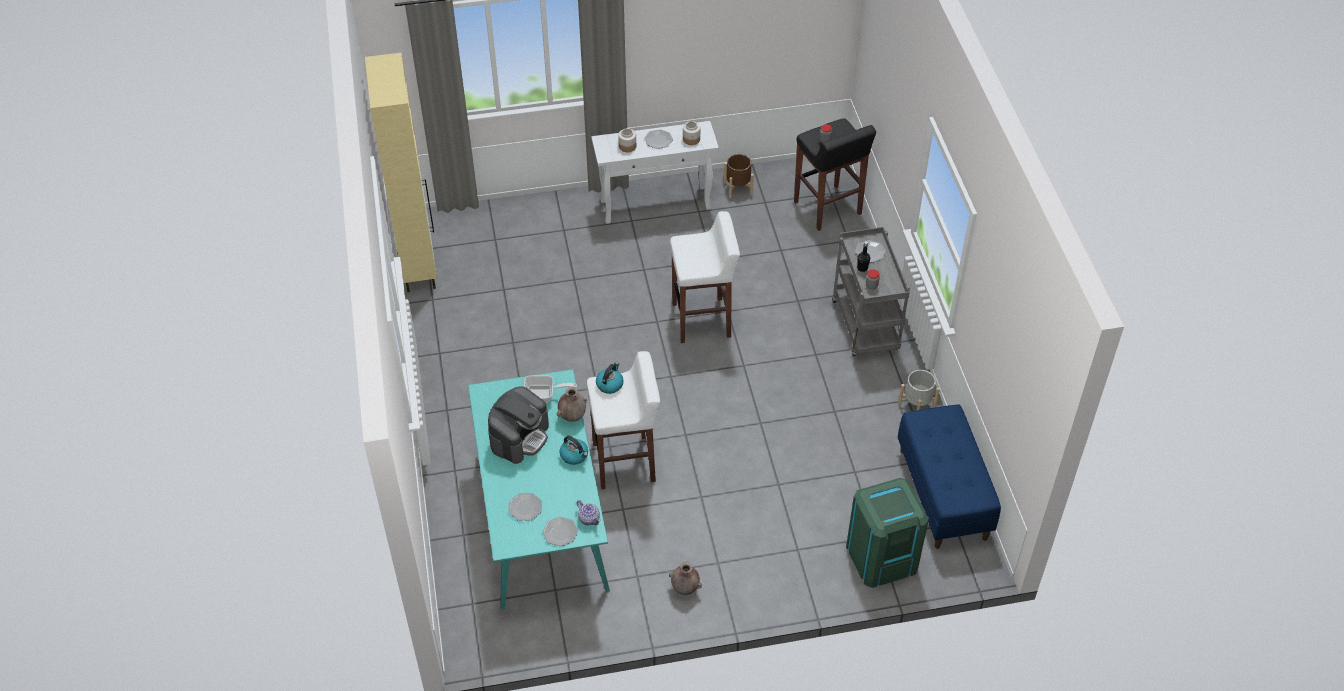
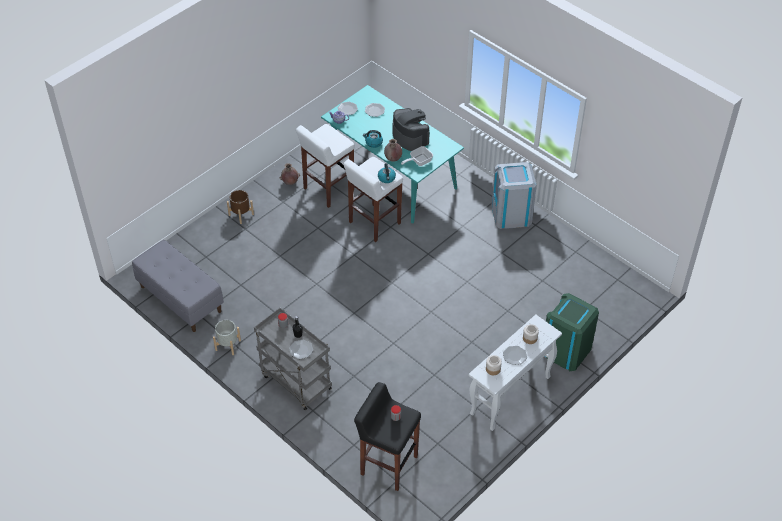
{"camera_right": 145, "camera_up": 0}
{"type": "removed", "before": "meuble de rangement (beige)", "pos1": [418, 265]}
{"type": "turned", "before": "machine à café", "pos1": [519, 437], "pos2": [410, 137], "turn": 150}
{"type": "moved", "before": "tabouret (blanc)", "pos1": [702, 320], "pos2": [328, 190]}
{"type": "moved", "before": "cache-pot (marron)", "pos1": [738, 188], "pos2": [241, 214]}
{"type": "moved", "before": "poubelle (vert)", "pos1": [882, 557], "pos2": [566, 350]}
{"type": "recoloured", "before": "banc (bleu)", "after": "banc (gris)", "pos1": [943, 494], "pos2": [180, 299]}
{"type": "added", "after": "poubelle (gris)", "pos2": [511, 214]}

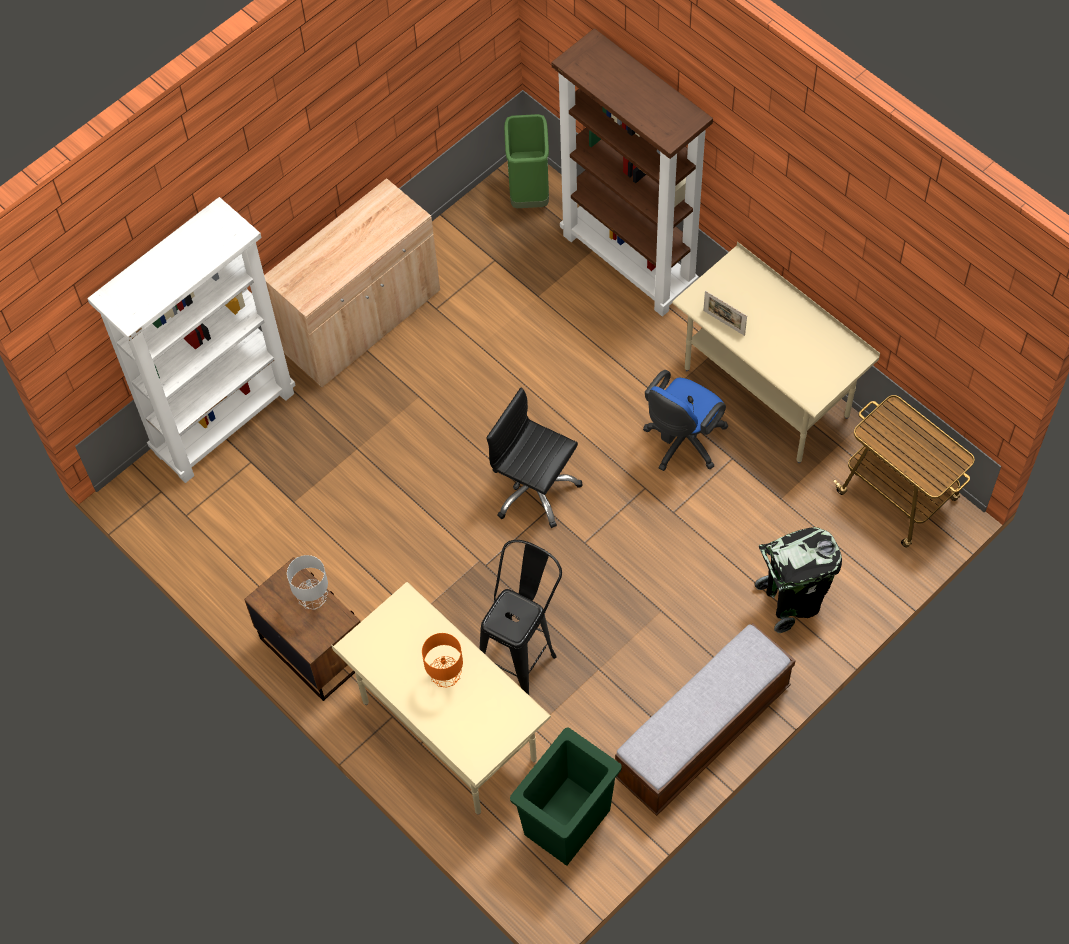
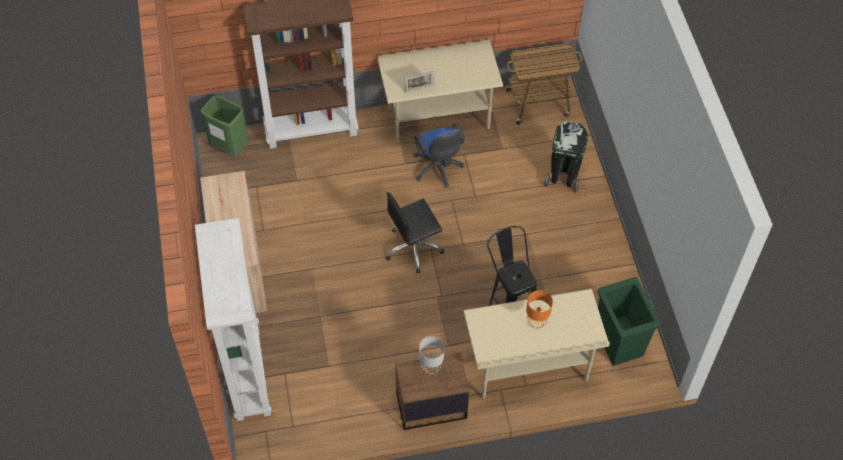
{"camera_right": -60, "camera_up": -5}
{"type": "removed", "before": "banc", "pos1": [702, 733]}

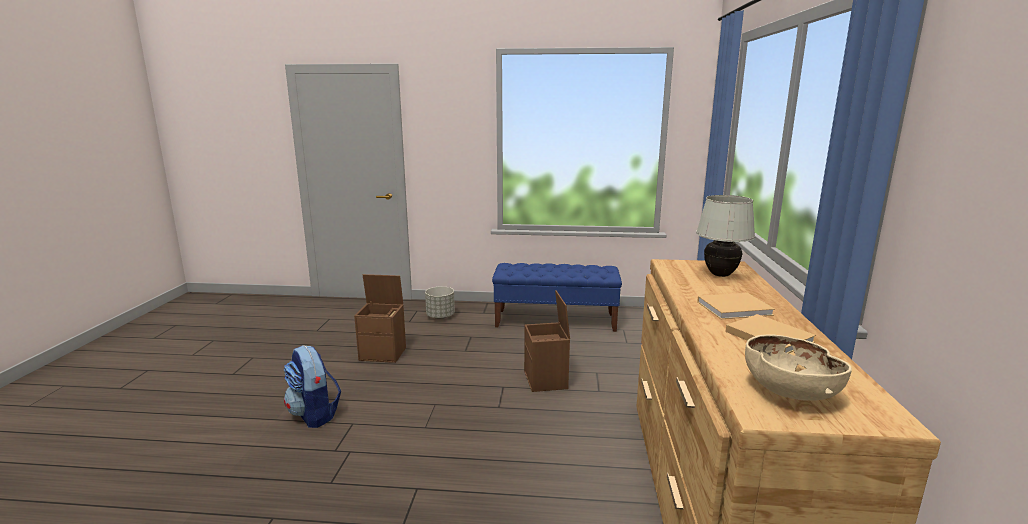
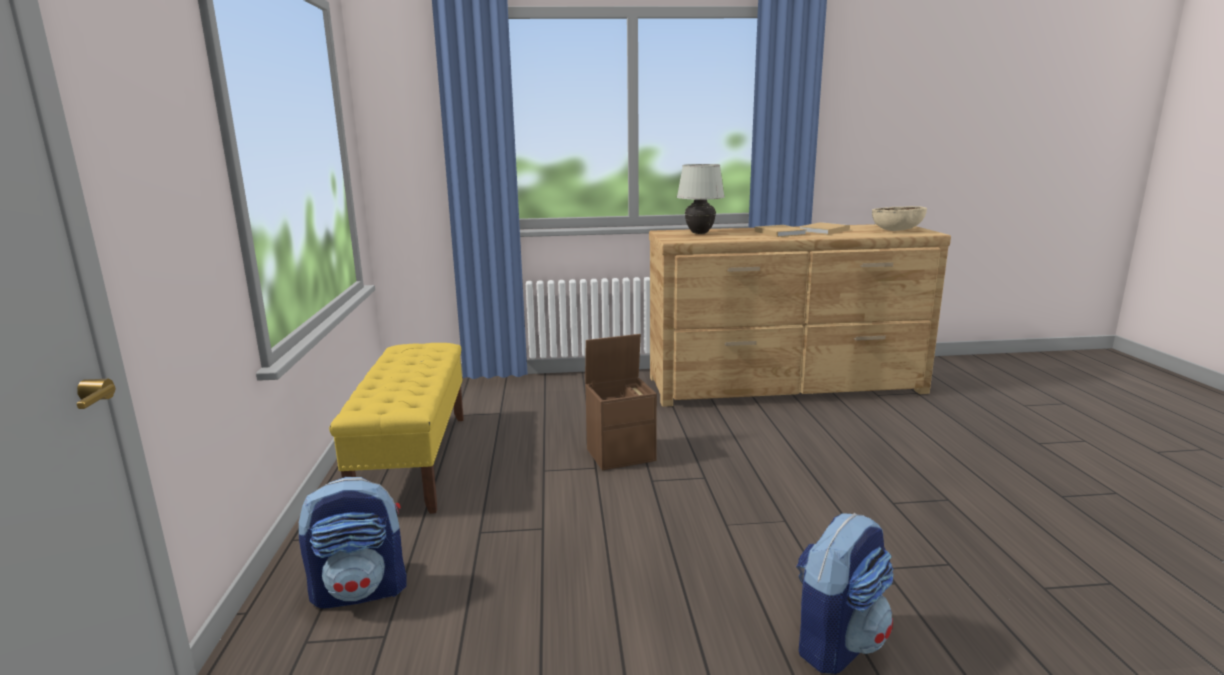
{"camera_right": -100, "camera_up": 0}
{"type": "removed", "before": "boîte de rangement (marron)", "pos1": [384, 353]}
{"type": "replaced", "before": "cache-pot (gris)", "after": "sac à dos", "pos1": [440, 316], "pos2": [361, 591]}
{"type": "recoloured", "before": "banc (bleu)", "after": "banc (jaune)", "pos1": [556, 320], "pos2": [414, 461]}

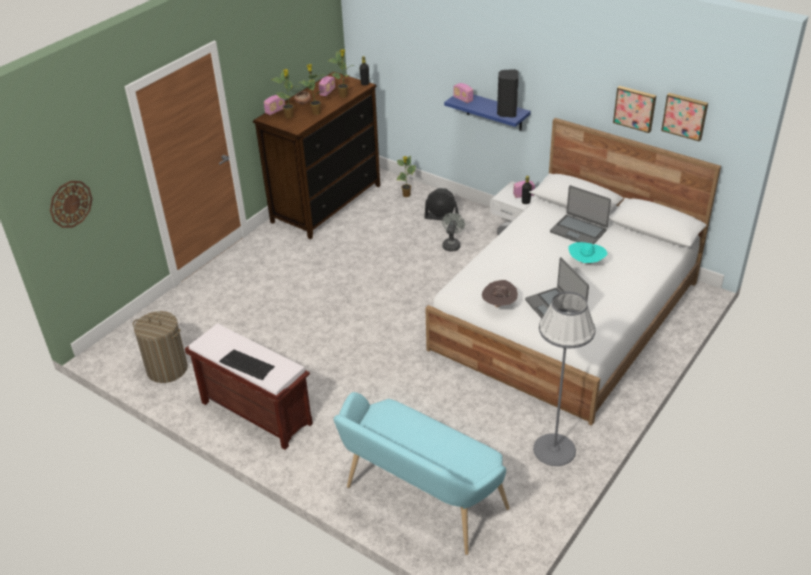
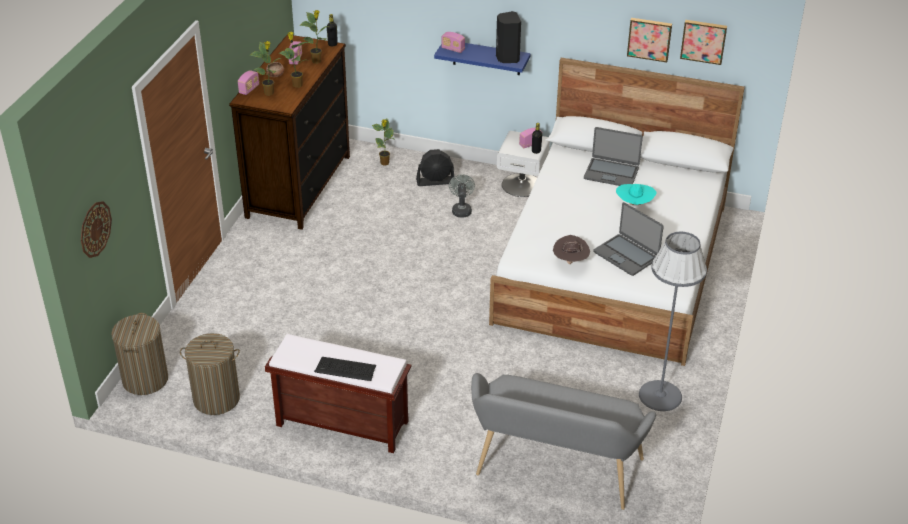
{"camera_right": -20, "camera_up": 0}
{"type": "recoloured", "before": "banc (turquoise)", "after": "banc (gris)", "pos1": [419, 501], "pos2": [555, 472]}
{"type": "added", "after": "panier à linge", "pos2": [145, 379]}

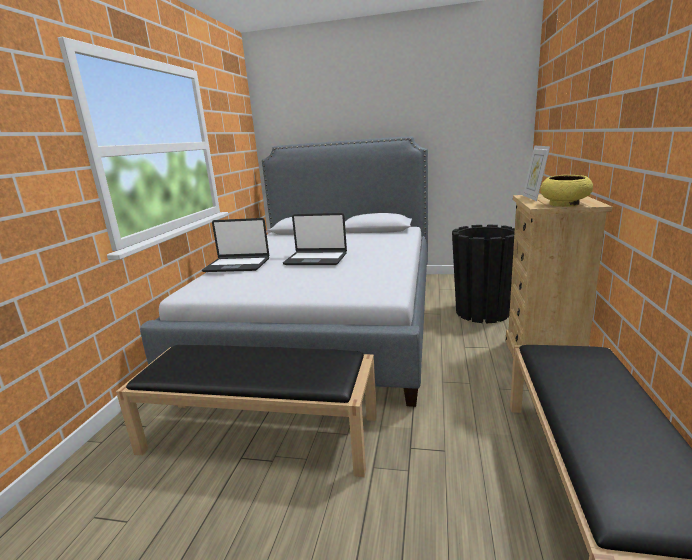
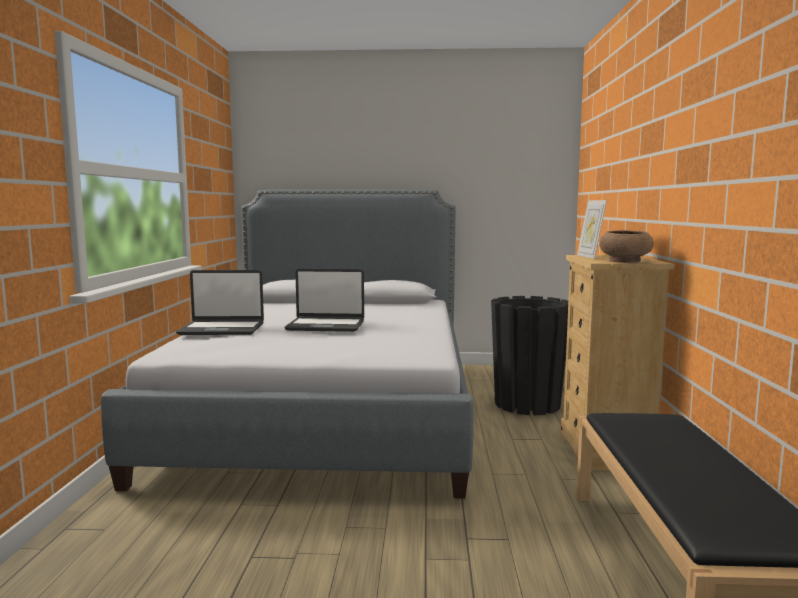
{"camera_right": -10, "camera_up": -10}
{"type": "removed", "before": "banc (noir)", "pos1": [261, 433]}
{"type": "recoloured", "before": "bol (jaune)", "after": "bol (marron)", "pos1": [564, 204], "pos2": [625, 261]}

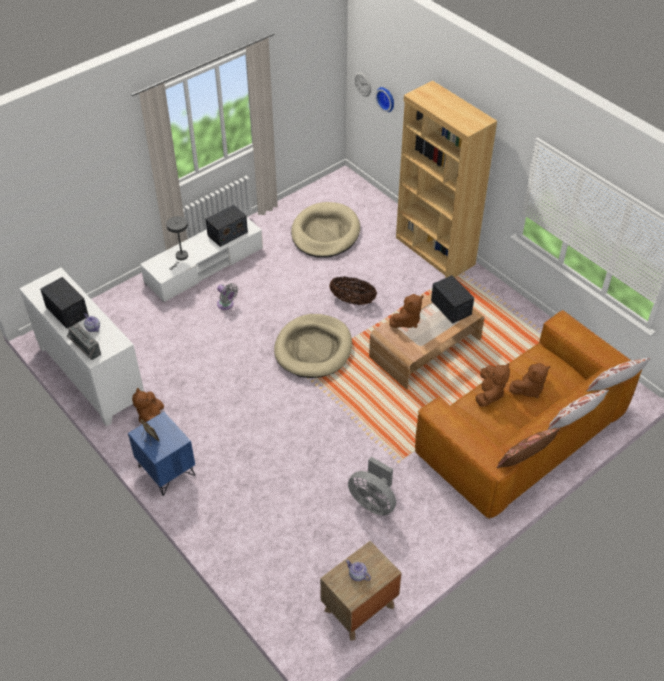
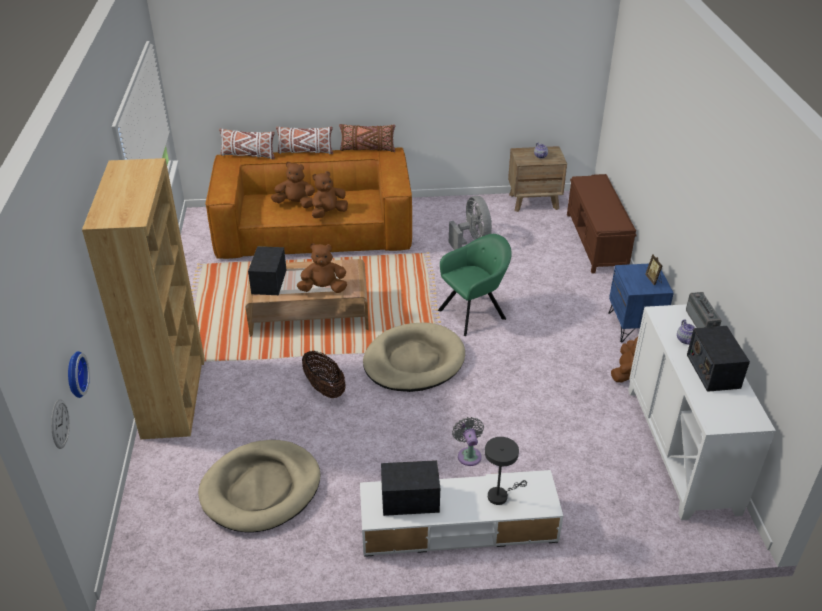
{"camera_right": -145, "camera_up": -10}
{"type": "added", "after": "fauteuil (vert)", "pos2": [474, 313]}
{"type": "added", "after": "banc (marron)", "pos2": [596, 242]}

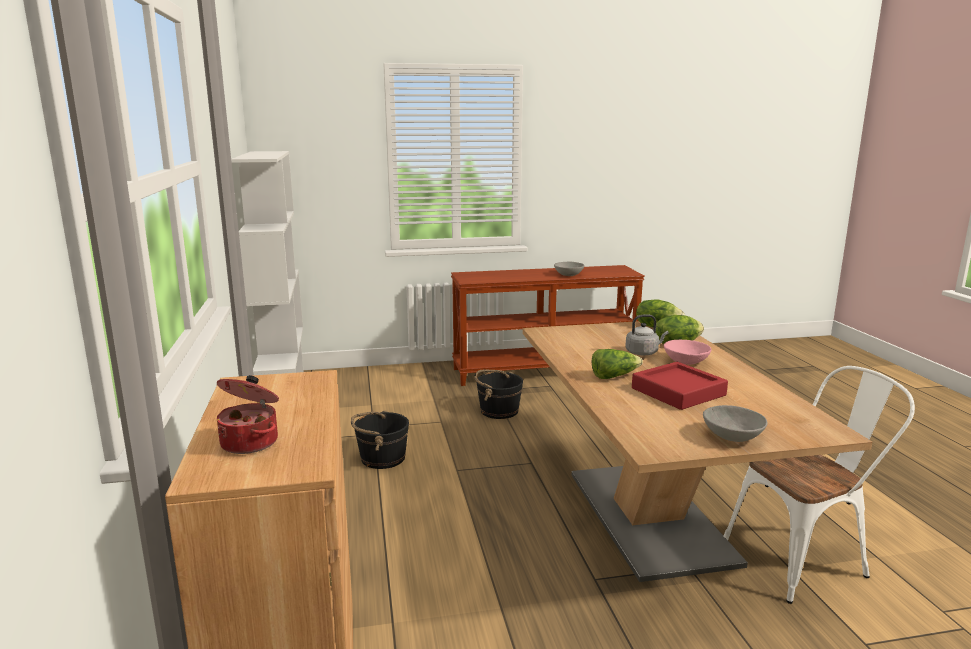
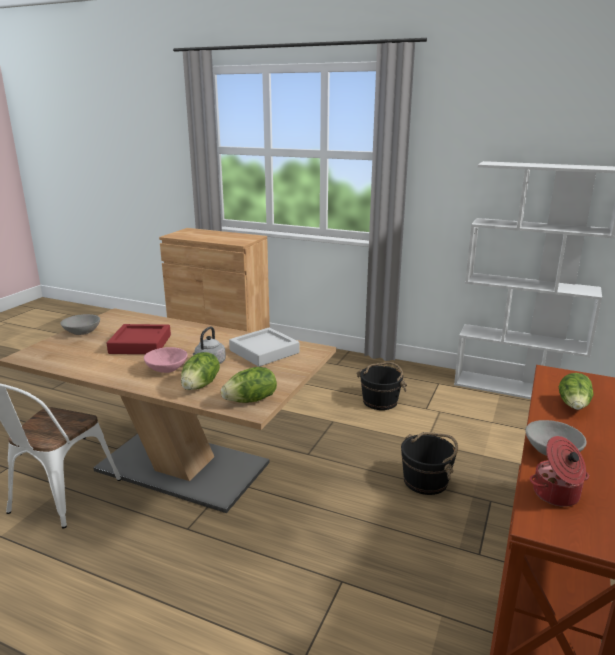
{"camera_right": 125, "camera_up": 5}
{"type": "moved", "before": "marmite", "pos1": [251, 442], "pos2": [556, 494]}
{"type": "moved", "before": "laitue", "pos1": [614, 376], "pos2": [574, 406]}
{"type": "added", "after": "plateau (gris)", "pos2": [264, 351]}

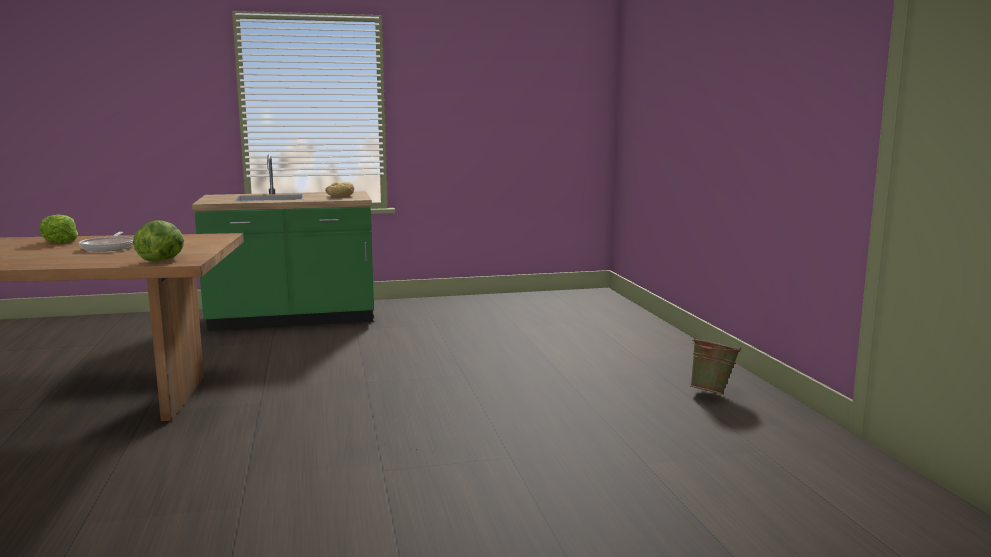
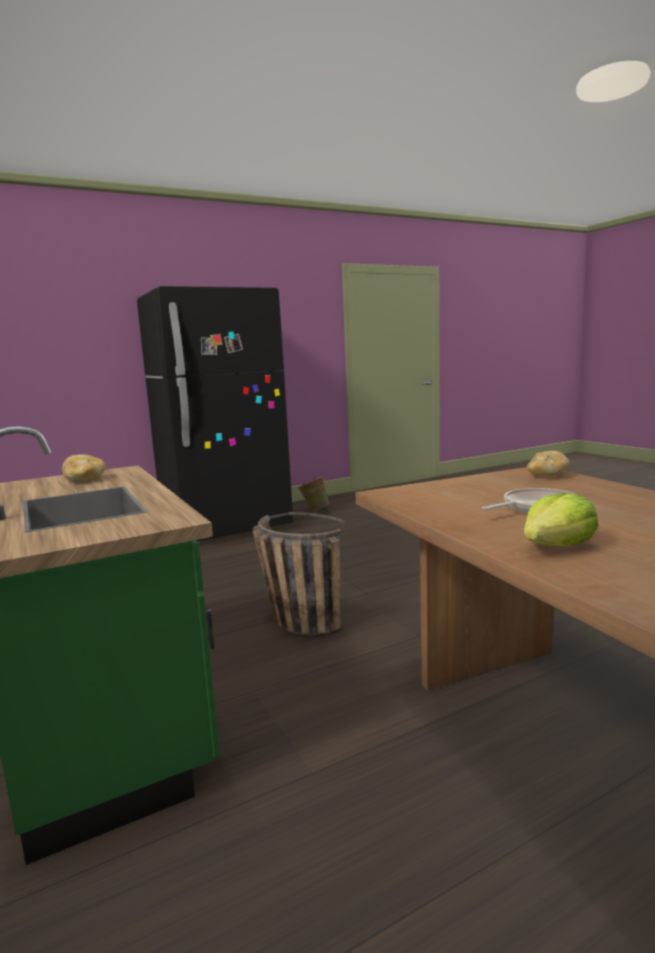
{"camera_right": -105, "camera_up": 0}
{"type": "replaced", "before": "laitue", "after": "pain", "pos1": [162, 260], "pos2": [547, 475]}
{"type": "added", "after": "réfrigérateur (noir)", "pos2": [226, 527]}
{"type": "added", "after": "panier", "pos2": [295, 621]}

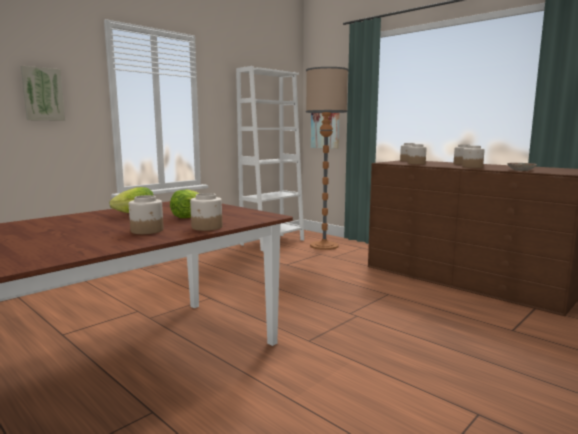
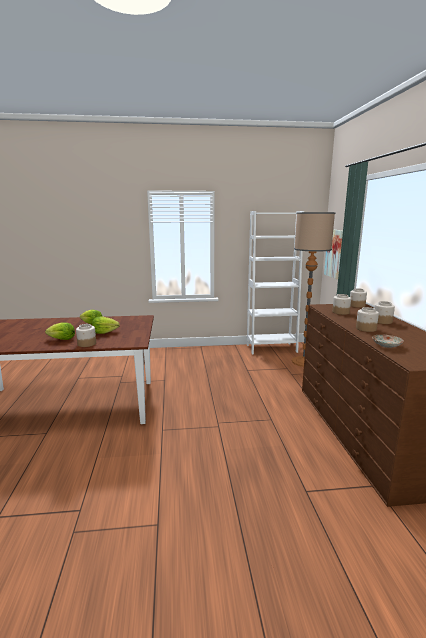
{"camera_right": 40, "camera_up": 5}
{"type": "removed", "before": "tableau", "pos1": [42, 94]}
{"type": "replaced", "before": "bocal", "after": "laitue", "pos1": [147, 230], "pos2": [62, 339]}

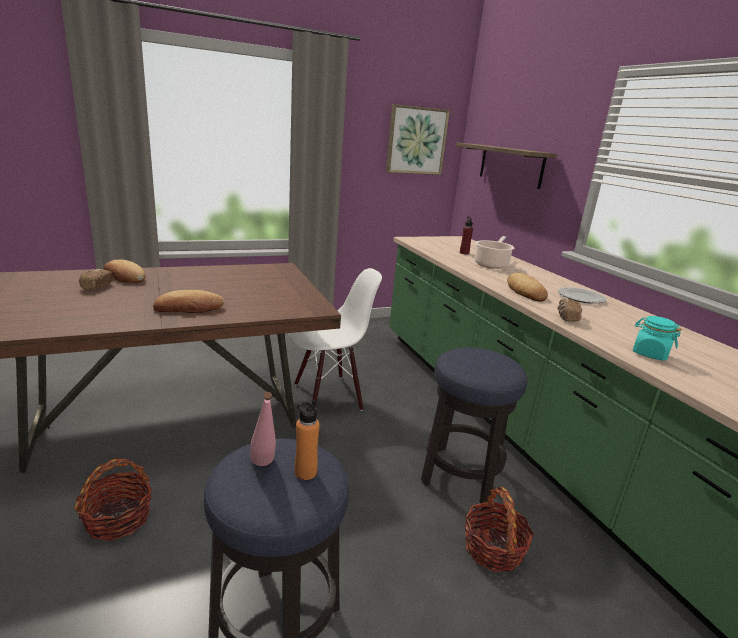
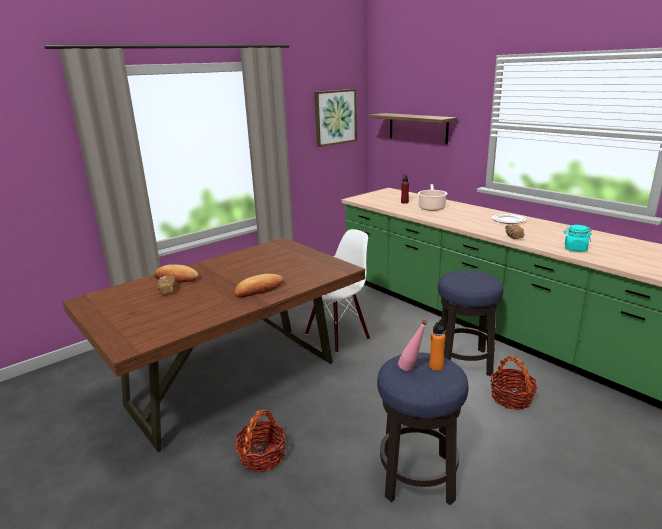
{"camera_right": -15, "camera_up": 0}
{"type": "removed", "before": "pain", "pos1": [525, 291]}

